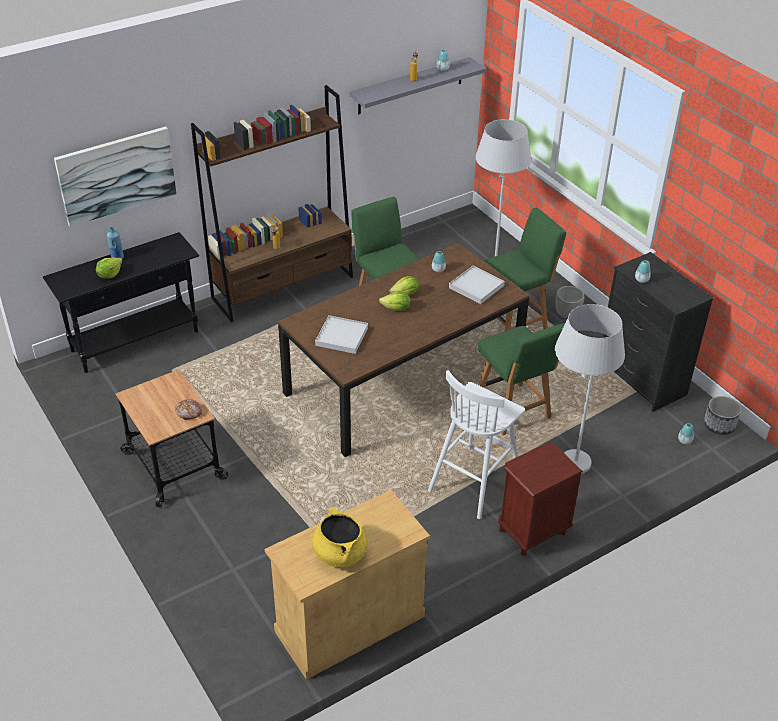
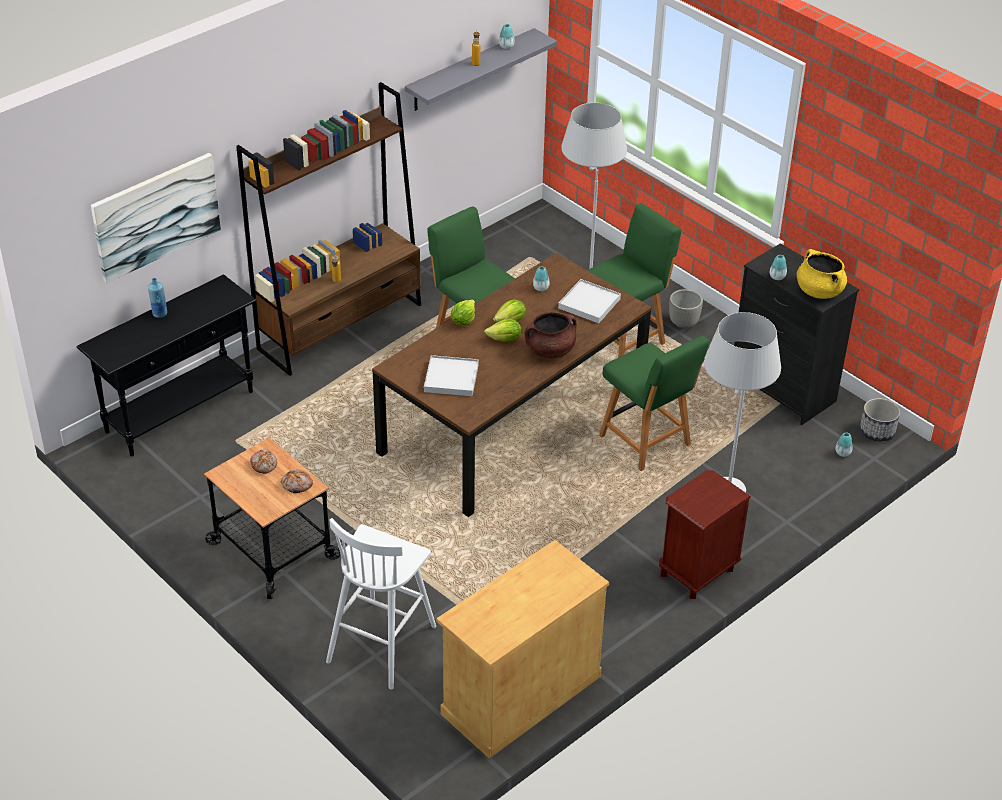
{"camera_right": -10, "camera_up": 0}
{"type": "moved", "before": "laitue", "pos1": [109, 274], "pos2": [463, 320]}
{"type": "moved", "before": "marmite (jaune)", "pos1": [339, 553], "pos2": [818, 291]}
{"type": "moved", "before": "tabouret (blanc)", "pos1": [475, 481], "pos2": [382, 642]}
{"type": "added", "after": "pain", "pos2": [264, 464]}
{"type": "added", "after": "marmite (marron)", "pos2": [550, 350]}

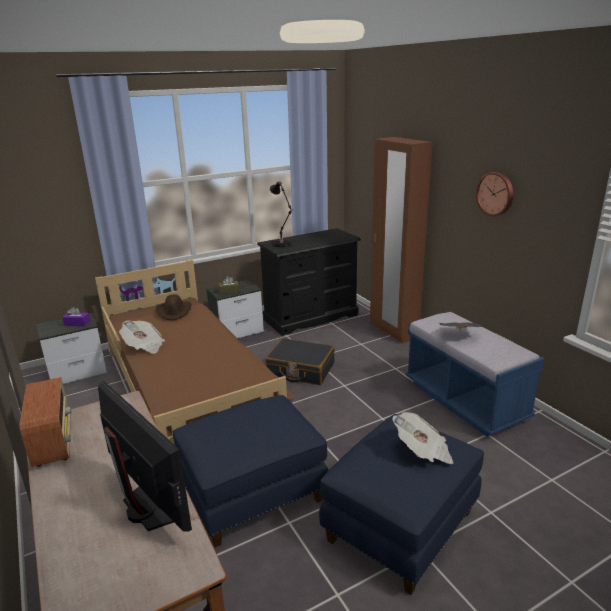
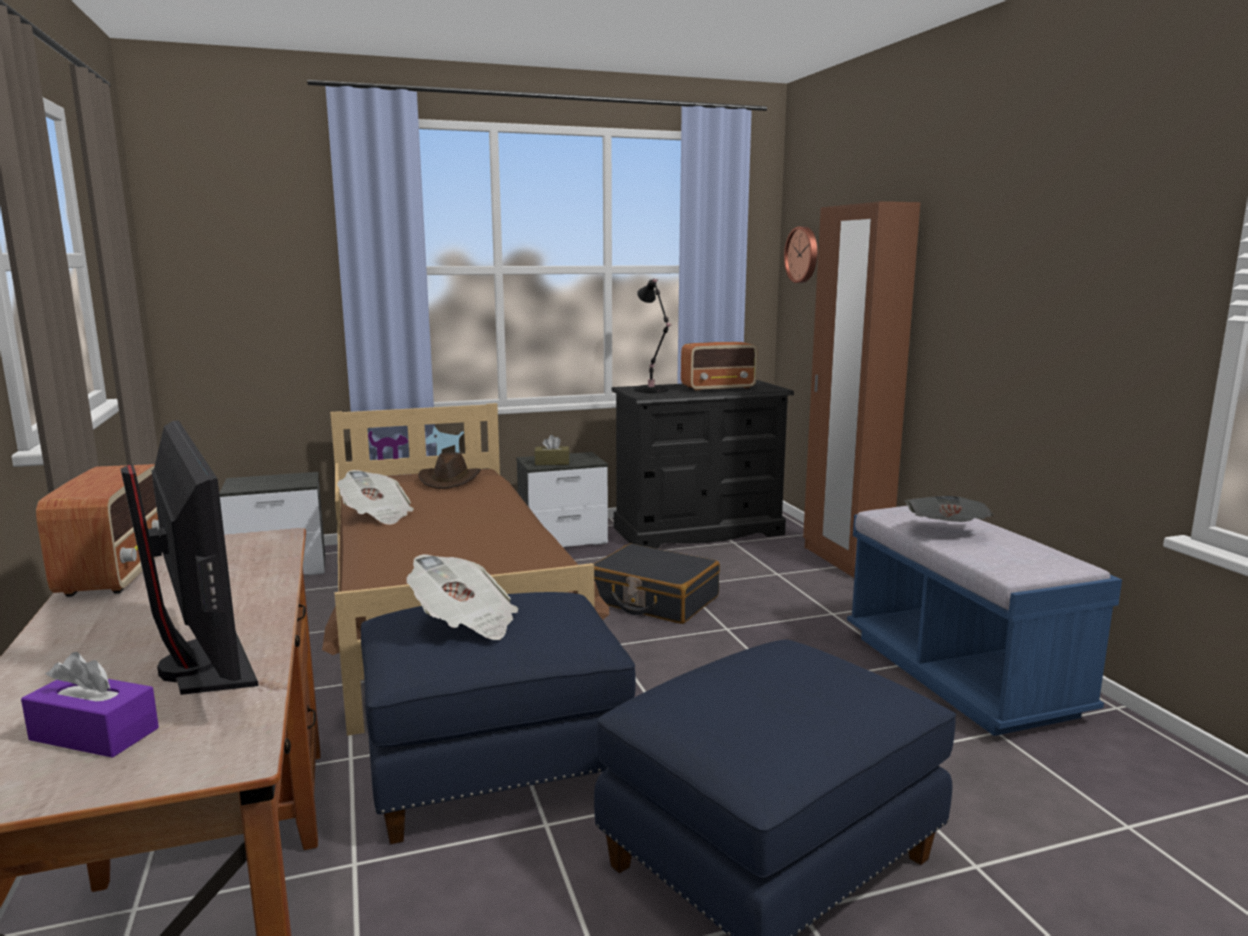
{"camera_right": 10, "camera_up": -10}
{"type": "moved", "before": "boîte à mouchoirs (violet)", "pos1": [77, 323], "pos2": [94, 734]}
{"type": "moved", "before": "journal", "pos1": [422, 451], "pos2": [465, 623]}
{"type": "moved", "before": "horloge murale", "pos1": [496, 193], "pos2": [803, 254]}
{"type": "added", "after": "radio", "pos2": [719, 388]}

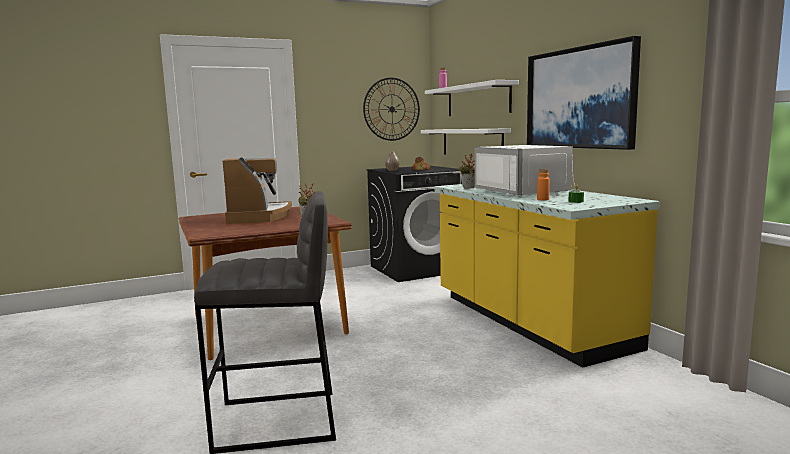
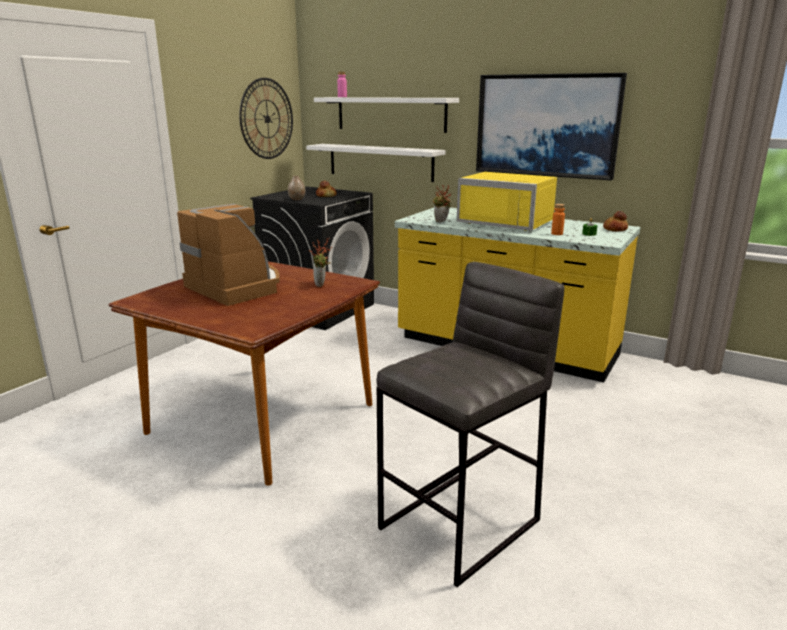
{"camera_right": -35, "camera_up": 10}
{"type": "recoloured", "before": "micro-ondes (blanc)", "after": "micro-ondes (jaune)", "pos1": [526, 191], "pos2": [508, 222]}
{"type": "added", "after": "pain", "pos2": [614, 229]}

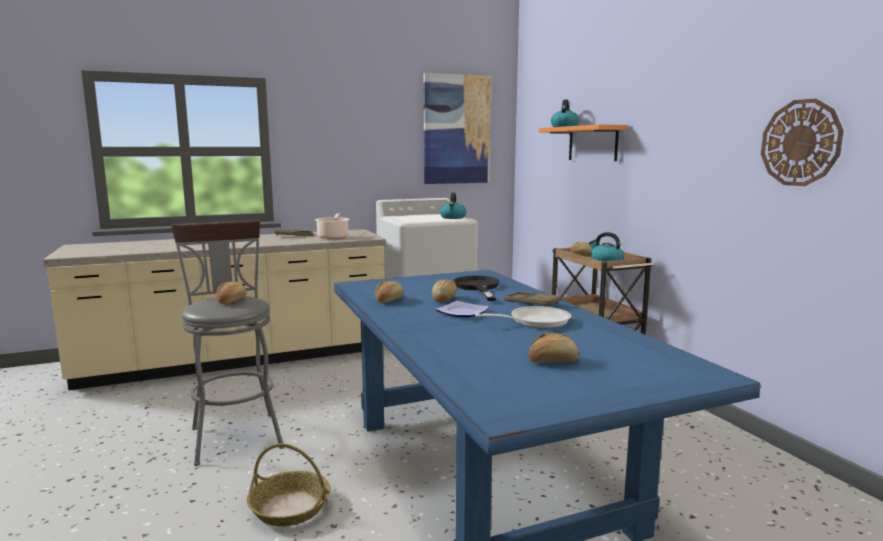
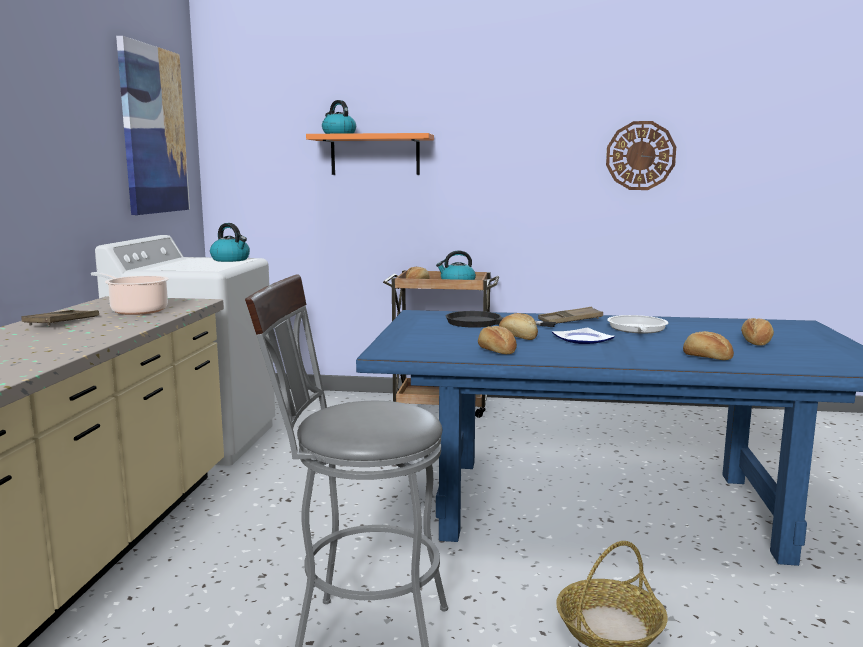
{"camera_right": -60, "camera_up": 0}
{"type": "moved", "before": "pain", "pos1": [231, 301], "pos2": [706, 358]}

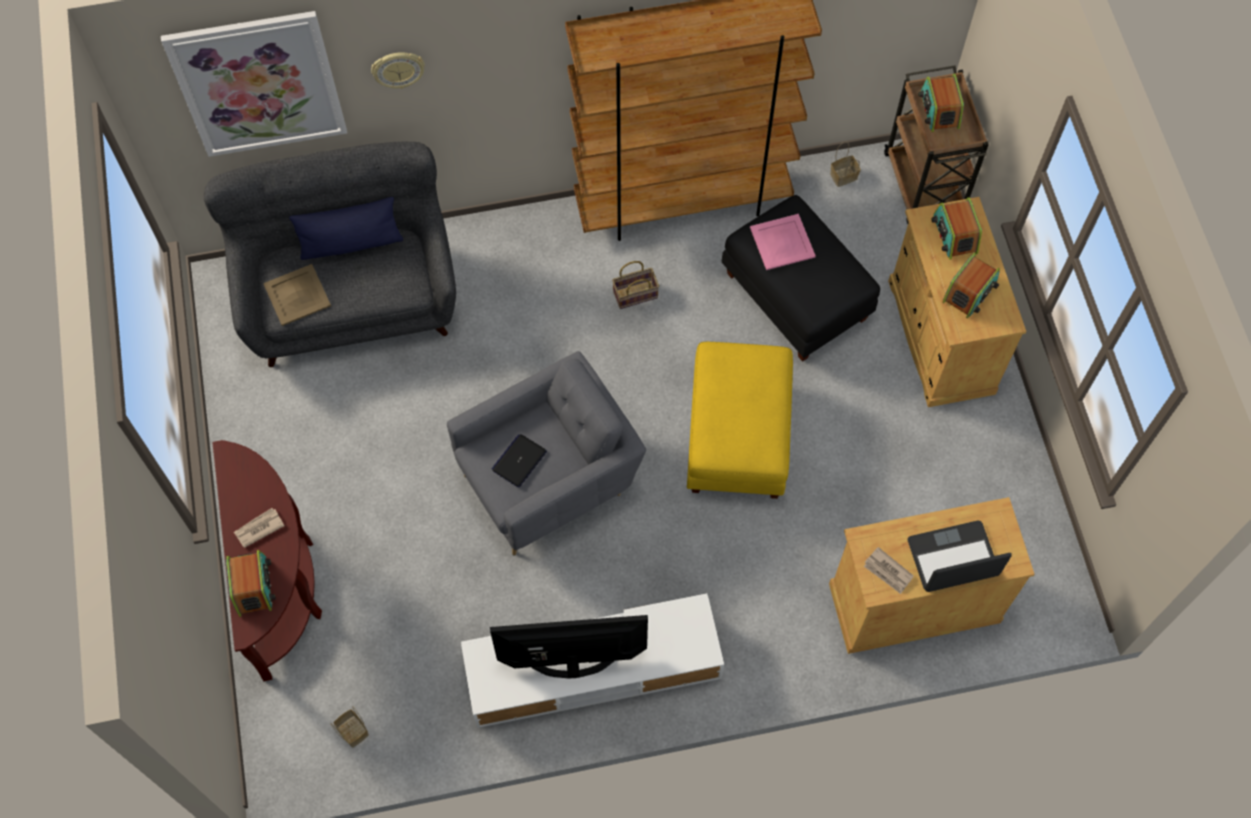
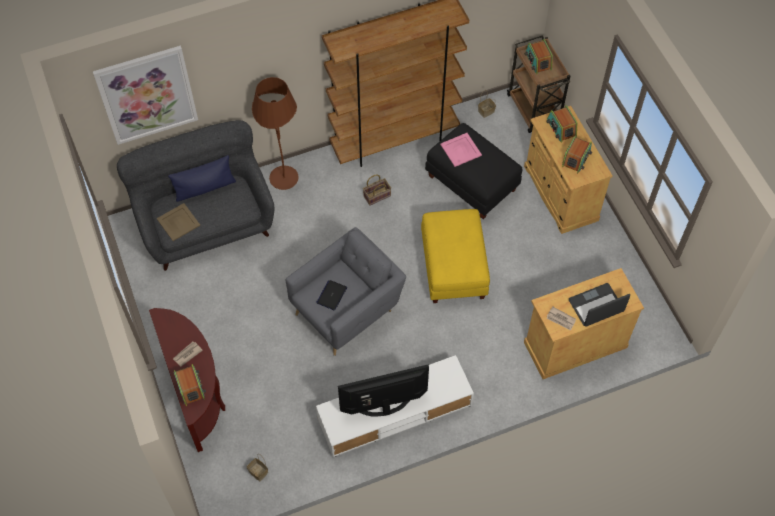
{"camera_right": -10, "camera_up": -5}
{"type": "removed", "before": "horloge murale", "pos1": [398, 69]}
{"type": "added", "after": "lampadaire (marron)", "pos2": [283, 179]}

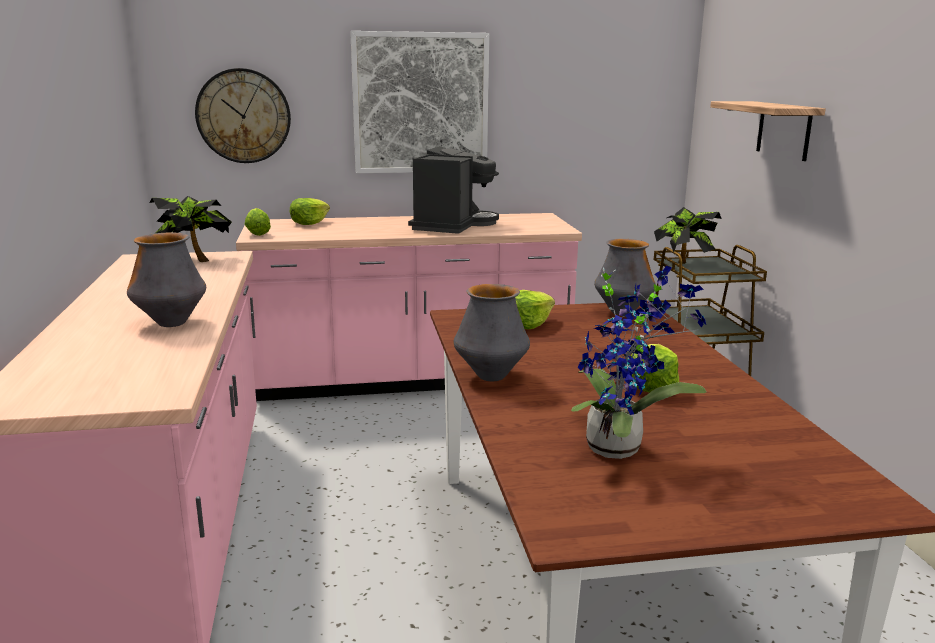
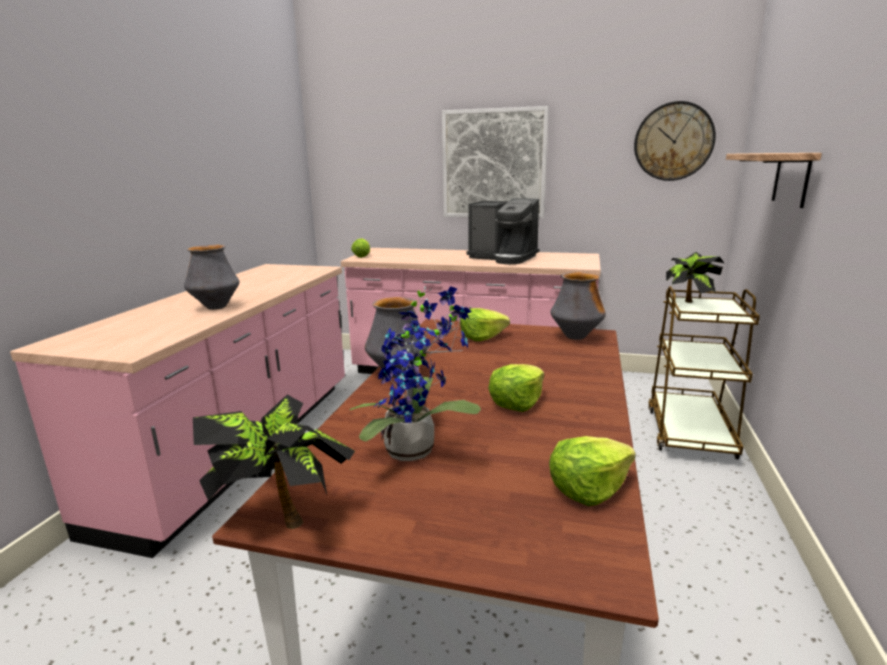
{"camera_right": 25, "camera_up": 0}
{"type": "moved", "before": "plante en pot", "pos1": [194, 260], "pos2": [282, 516]}
{"type": "moved", "before": "horloge murale", "pos1": [243, 116], "pos2": [673, 141]}
{"type": "moved", "before": "laitue", "pos1": [309, 223], "pos2": [588, 488]}
{"type": "turned", "before": "machine à café", "pos1": [452, 225], "pos2": [503, 258], "turn": 75}

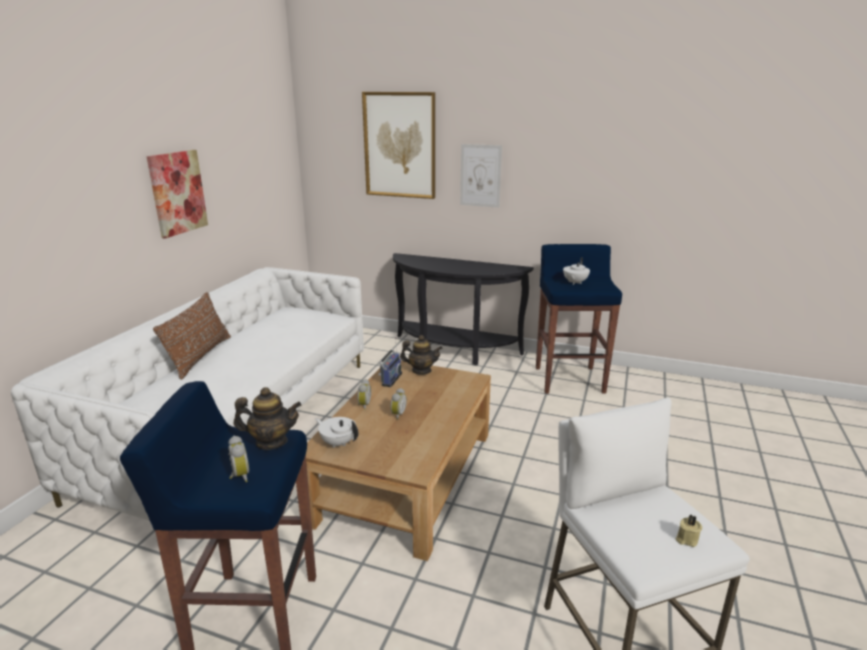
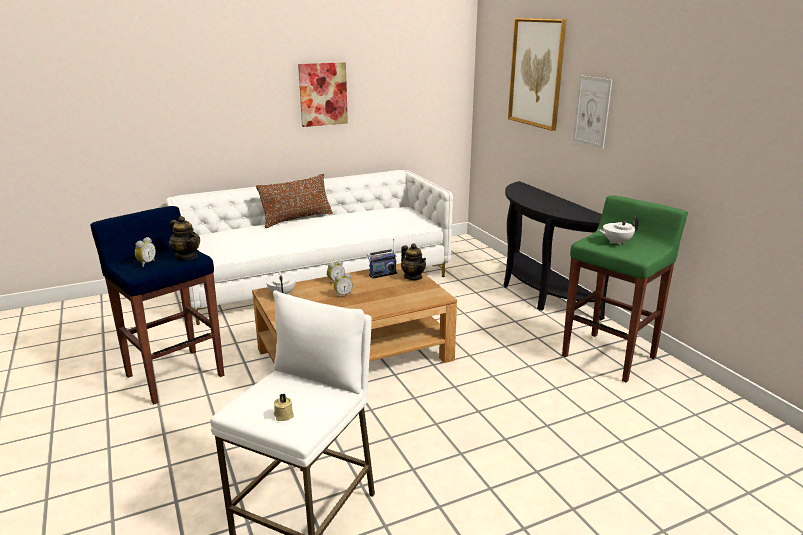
{"camera_right": 45, "camera_up": 0}
{"type": "recoloured", "before": "tabouret (bleu)", "after": "tabouret (vert)", "pos1": [569, 379], "pos2": [609, 356]}

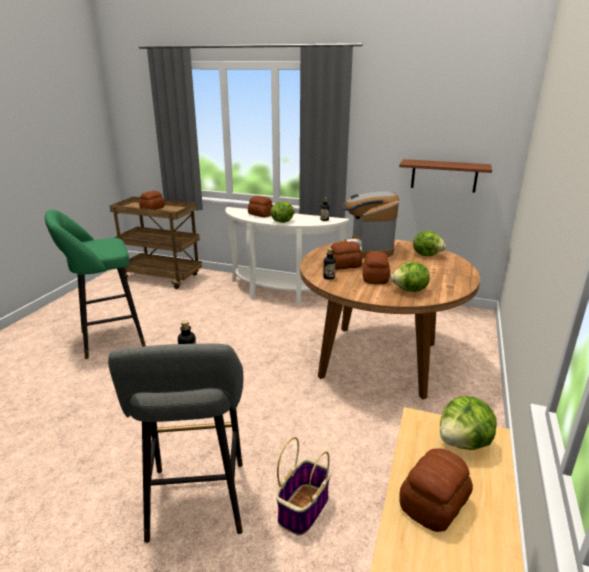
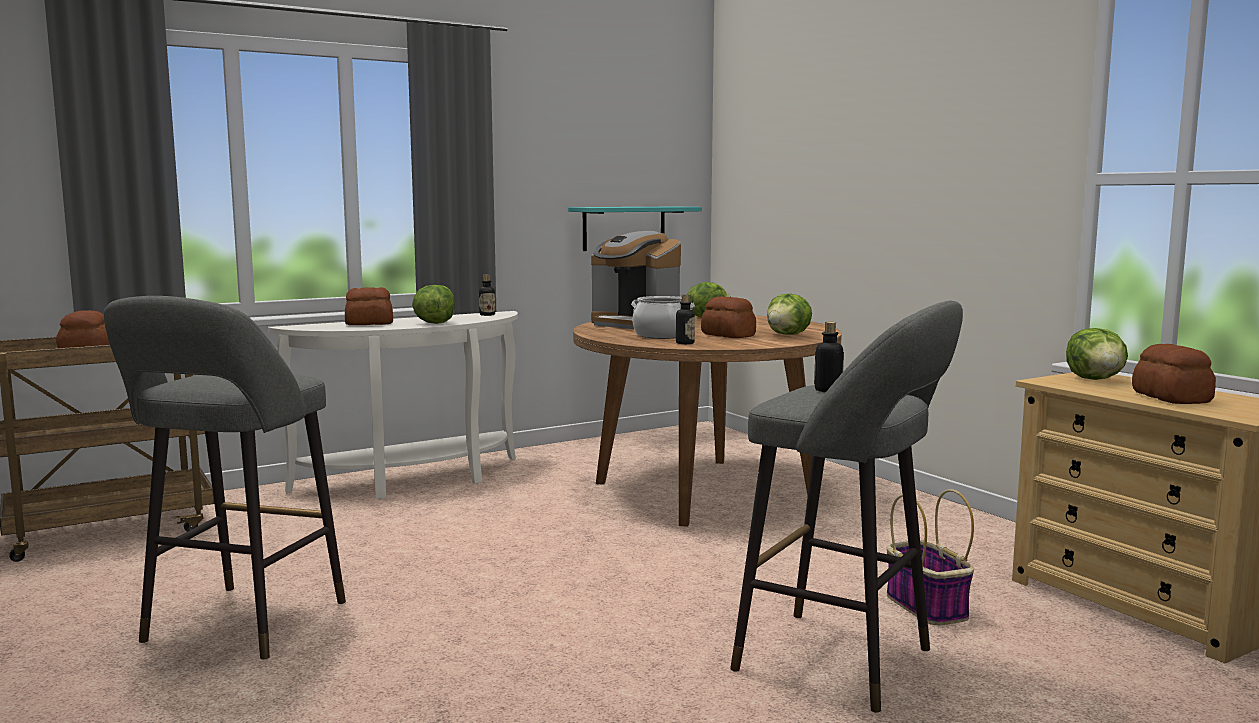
{"camera_right": -50, "camera_up": -15}
{"type": "recoloured", "before": "tabouret (vert)", "after": "tabouret (gris)", "pos1": [108, 339], "pos2": [239, 626]}
{"type": "replaced", "before": "pain", "after": "marmite", "pos1": [344, 265], "pos2": [662, 335]}
{"type": "recoloured", "before": "étagère (marron)", "after": "étagère (turquoise)", "pos1": [444, 175], "pos2": [624, 228]}

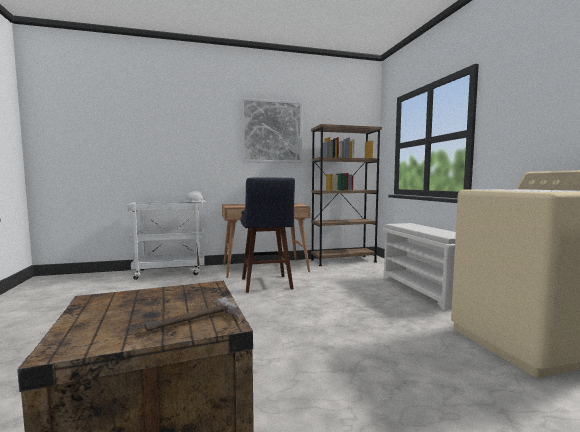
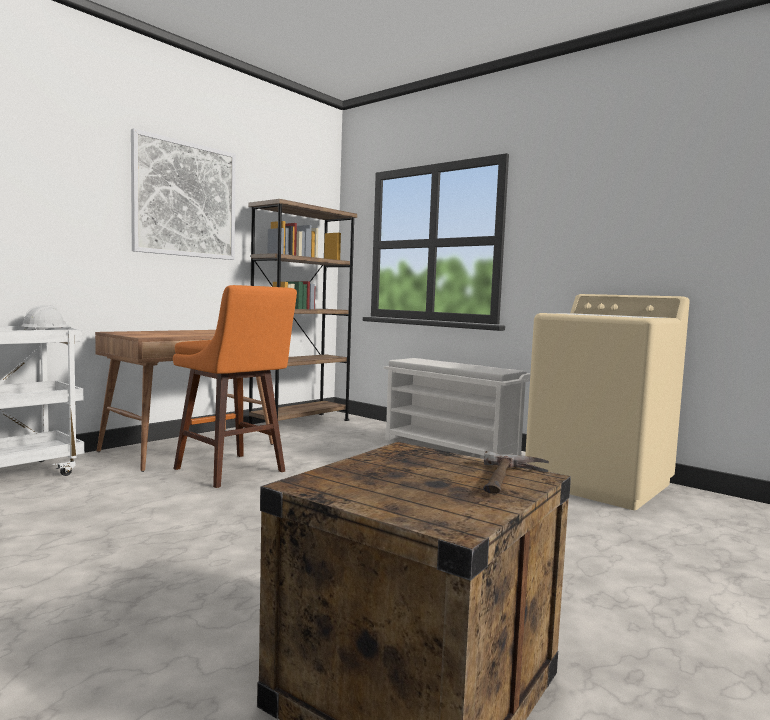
{"camera_right": -35, "camera_up": 0}
{"type": "recoloured", "before": "tabouret (bleu)", "after": "tabouret (orange)", "pos1": [267, 285], "pos2": [233, 471]}

